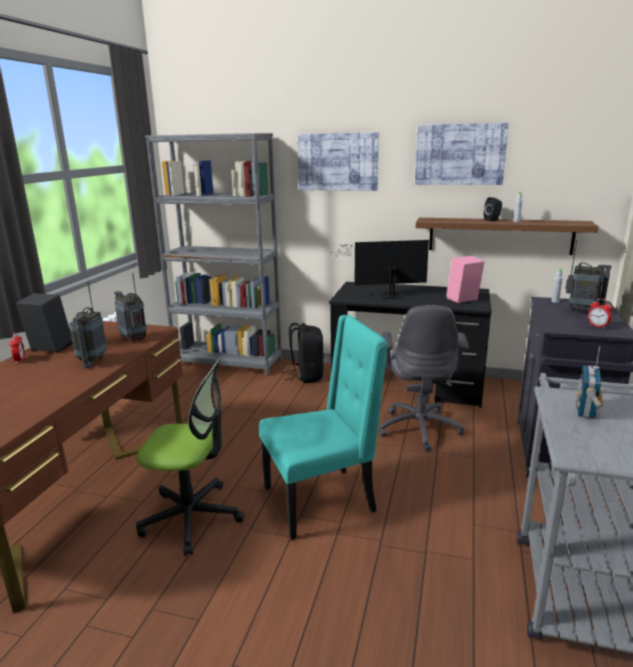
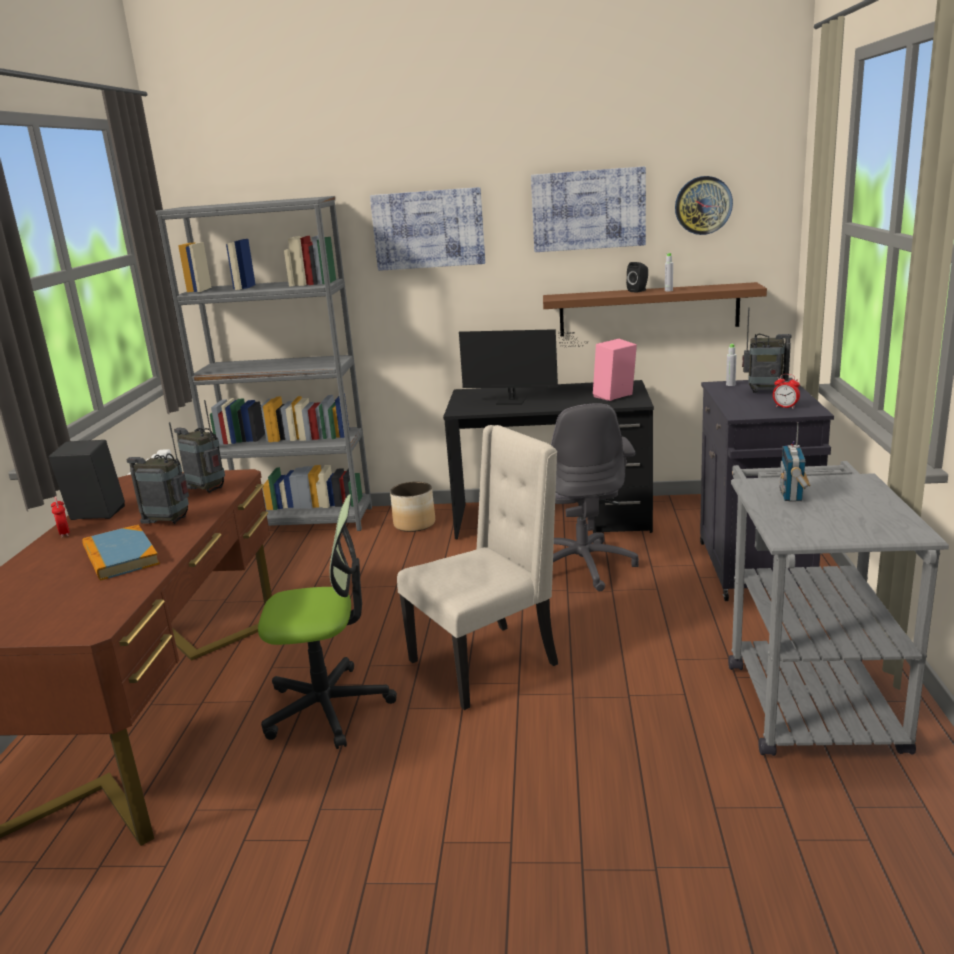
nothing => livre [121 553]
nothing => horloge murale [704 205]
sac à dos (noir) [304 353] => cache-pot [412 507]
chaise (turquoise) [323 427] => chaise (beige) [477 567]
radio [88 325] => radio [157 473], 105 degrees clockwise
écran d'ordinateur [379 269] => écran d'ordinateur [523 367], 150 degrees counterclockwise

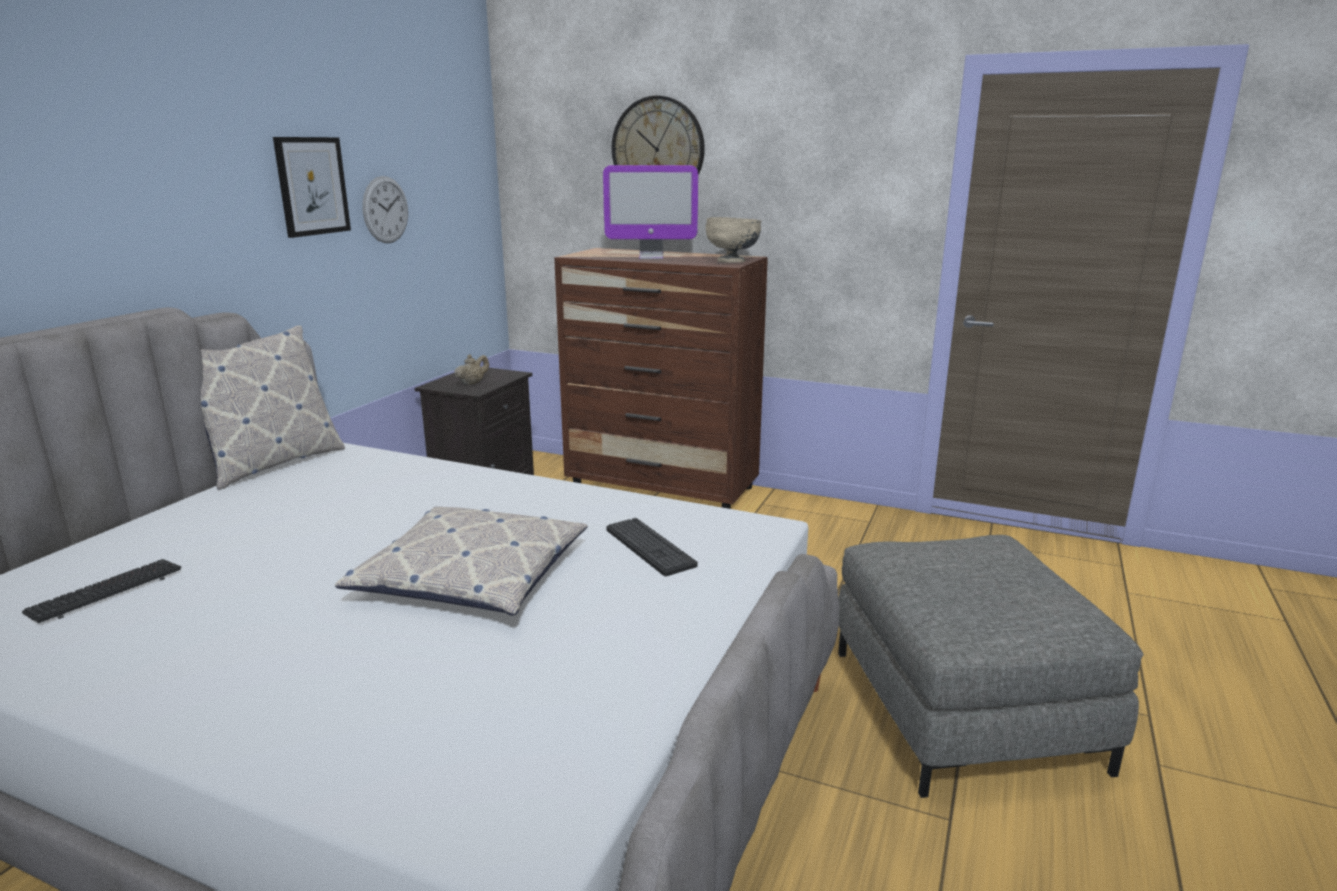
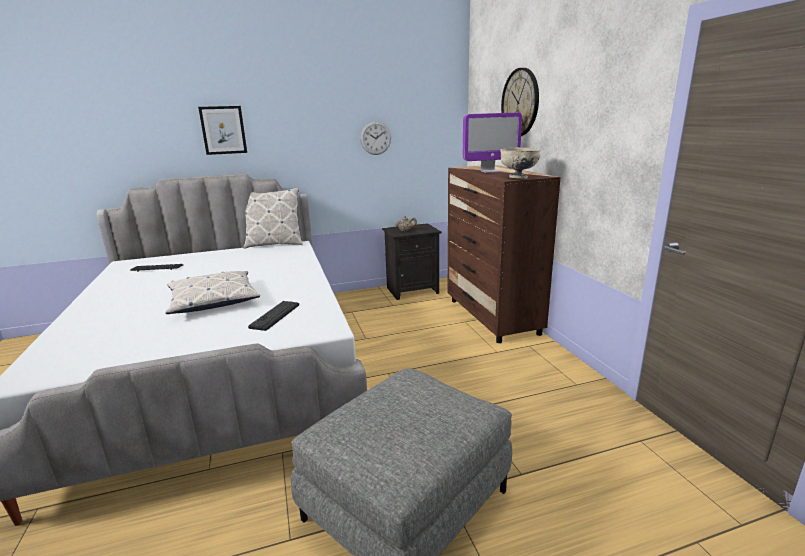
tableau [312 187] => tableau [222 130], moved
écran d'ordinateur [650 212] => écran d'ordinateur [492 143], 60 degrees counterclockwise

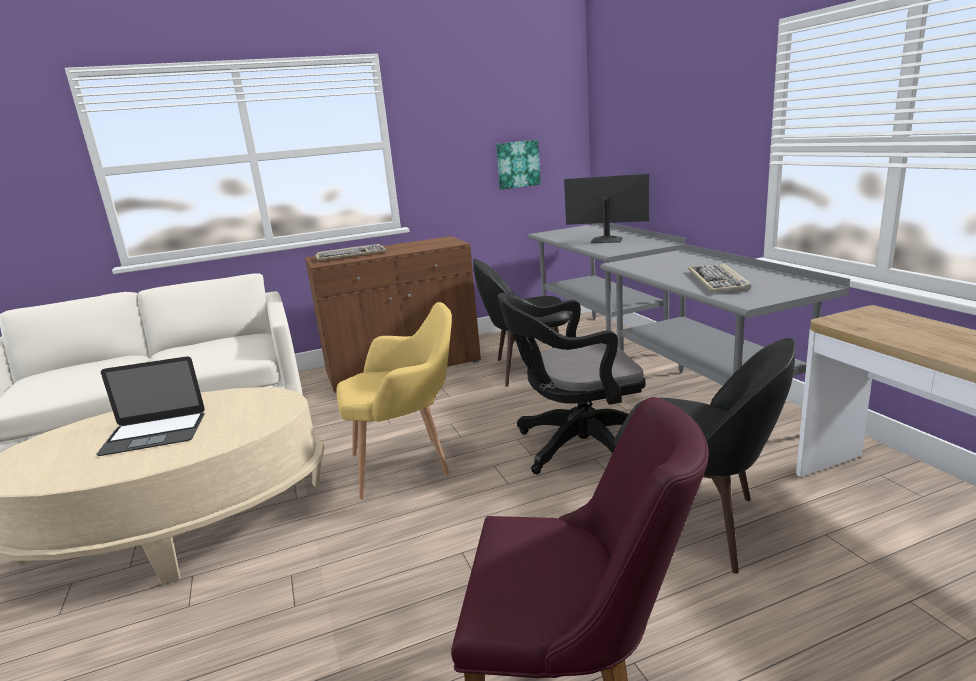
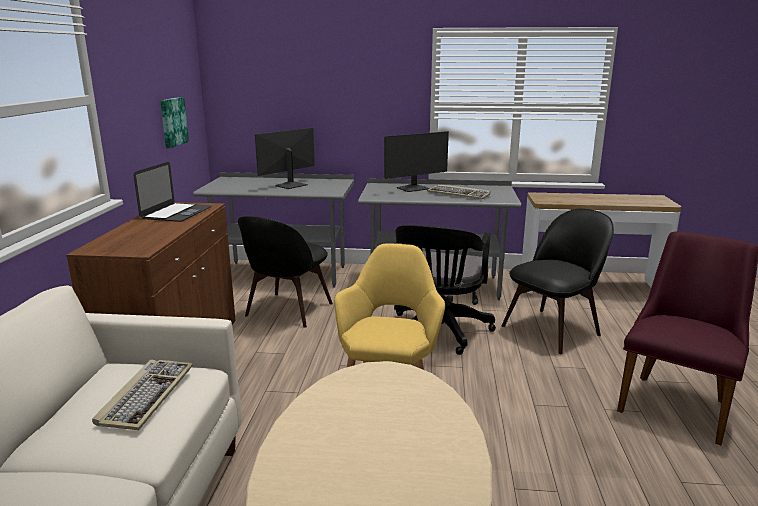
nothing => écran d'ordinateur [416 161]
ordinateur portable [150 406] => ordinateur portable [173 192], moved
clavier [351 252] => clavier [142 395], moved

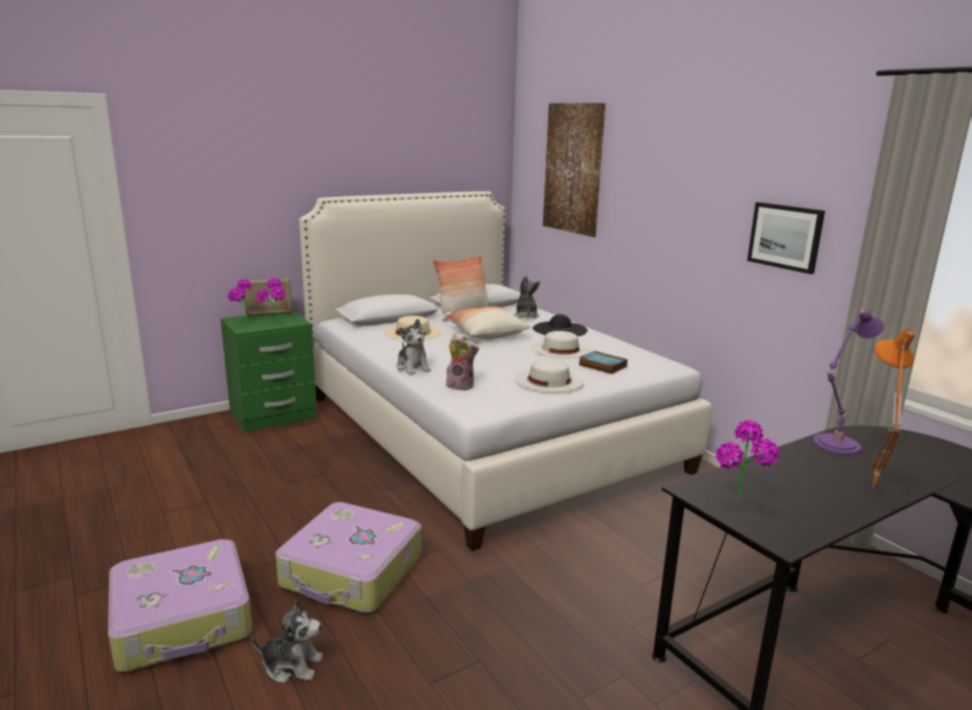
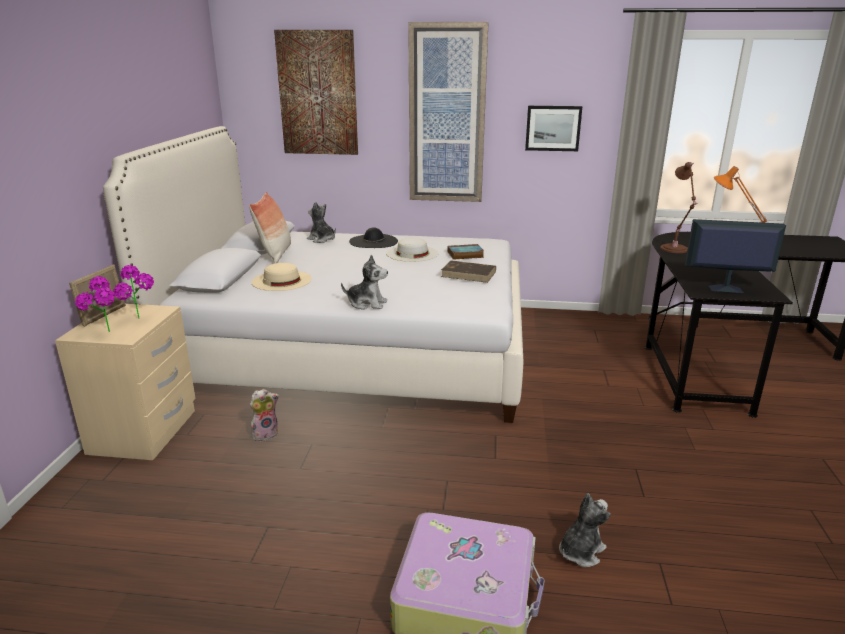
valise [348 557] => nothing
coussin [487 323] => nothing
nothing => tableau [448 112]
peluche [462 362] => peluche [264 415], moved
chapeau (blanc) [549 375] => livre (marron) [468 271]
plante en pot [747 459] => écran d'ordinateur [735 256]
table de chevet (vert) [269 371] => table de chevet (beige) [125 382]
lampe de table (violet) [848 382] => lampe de table (marron) [679 207]

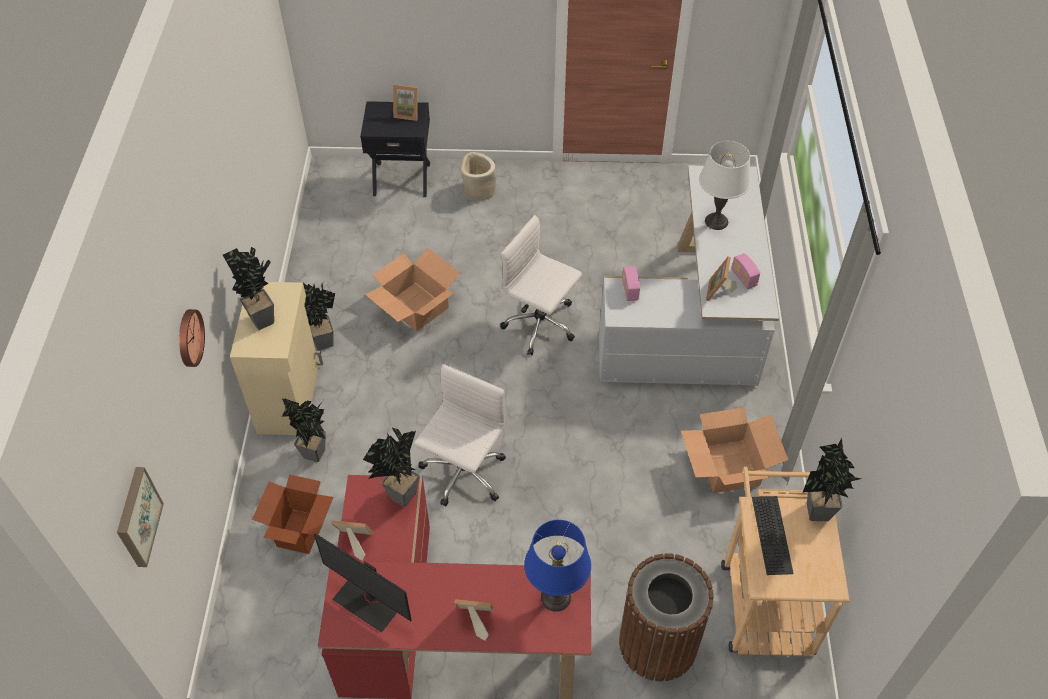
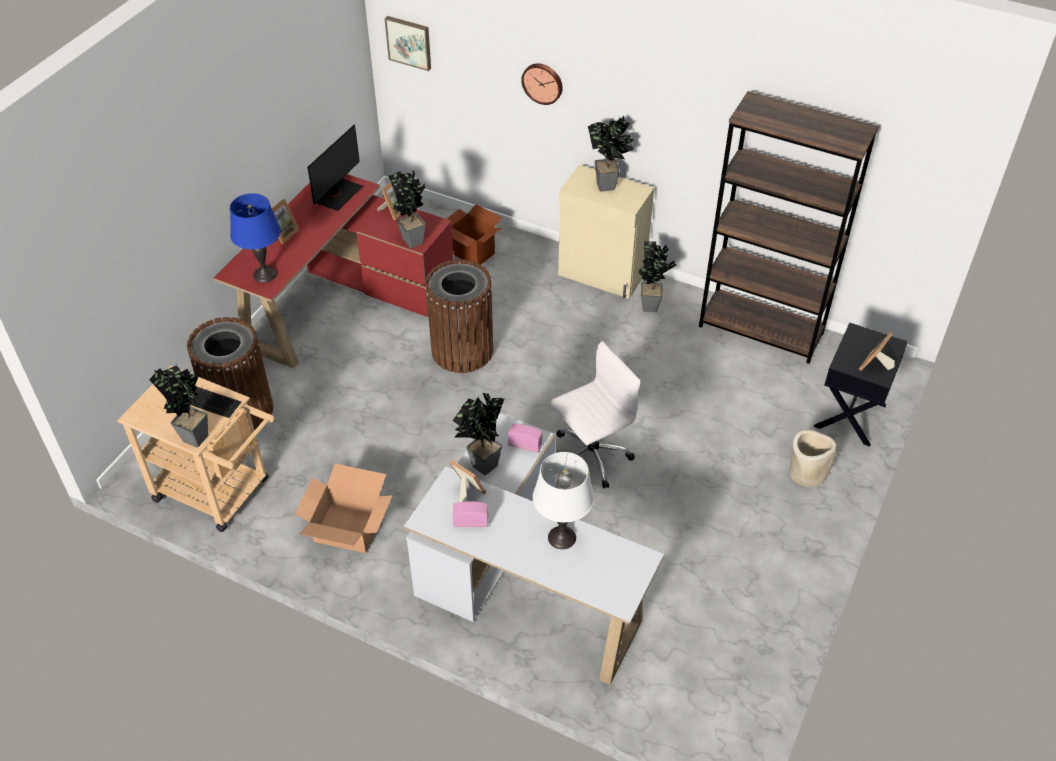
carton [412 289] => nothing
nothing => bibliothèque (marron) [789 227]
plante en pot [304 430] => plante en pot [478 434], moved
chaise de bureau (blanc) [460 435] => poubelle (marron) [459 316]
écran d'ordinateur [363 583] => écran d'ordinateur [335 168], 150 degrees clockwise

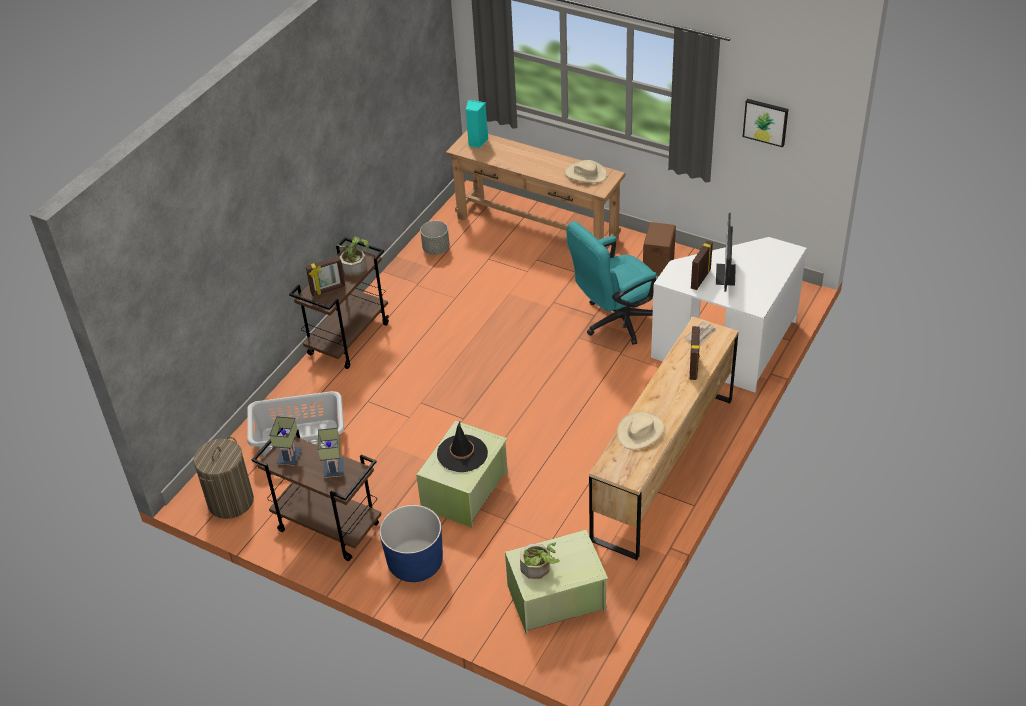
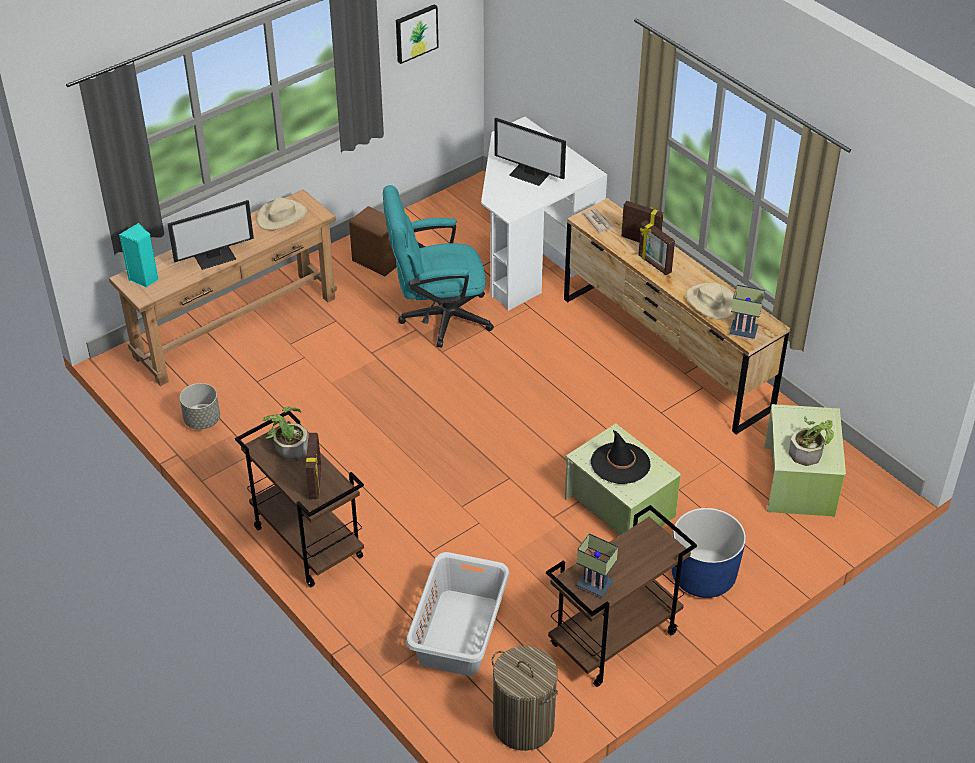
nothing => écran d'ordinateur [211 235]
lampe de table [331 453] => lampe de table [747 312], moved
cadre photo [702 265] => cadre photo [656 247], moved
chaise de bureau (turquoise) [612 283] => chaise de bureau (turquoise) [438 266], 90 degrees clockwise

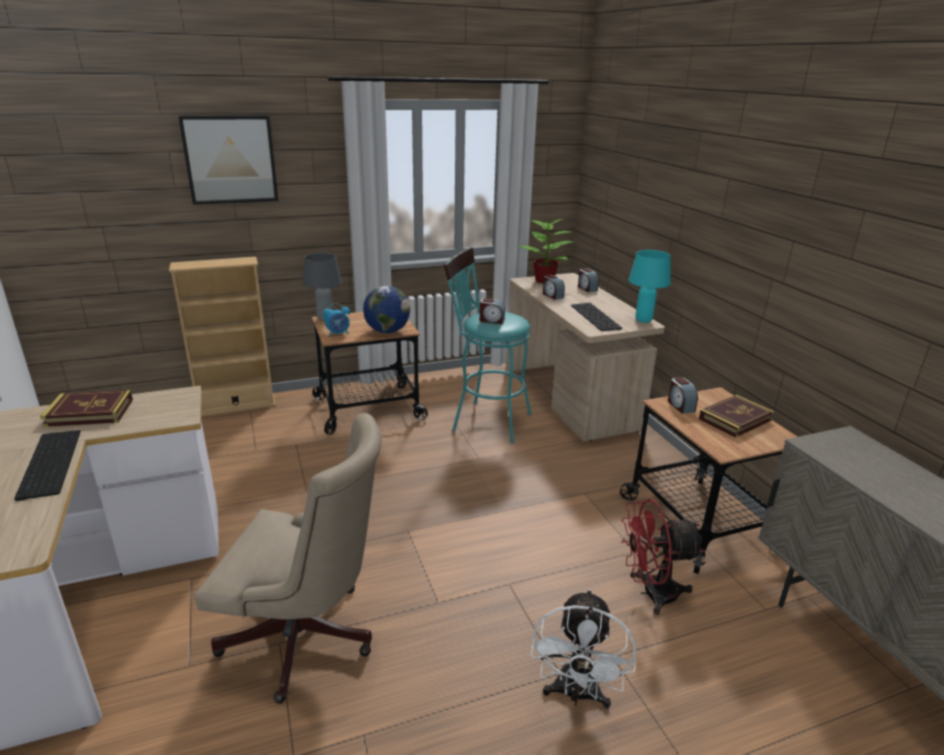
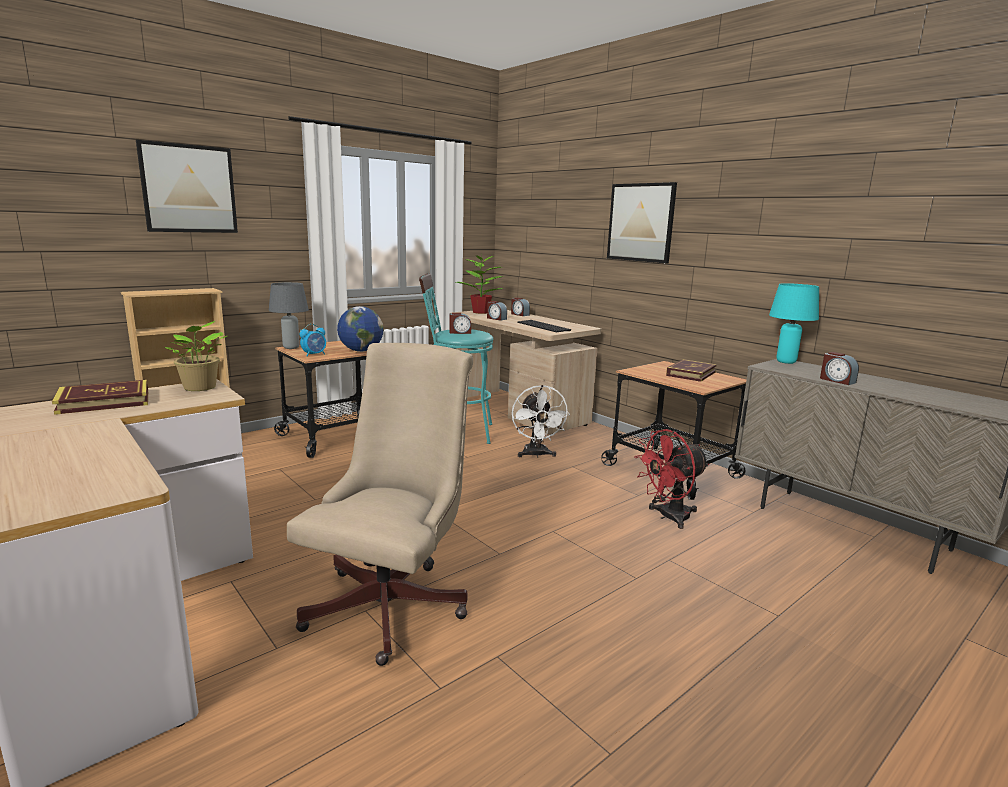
clavier [47 465] => nothing
nothing => plante en pot [196 356]
nothing => tableau [642 222]
ventilateur (blanc) [583 649] => ventilateur (blanc) [541 421], moved
lampe de table (turquoise) [649 286] => lampe de table (turquoise) [794 323], moved
réveil [683 395] => réveil [839 368], moved
chaise de bureau (beige) [288 558] => chaise de bureau (beige) [380 504], 60 degrees counterclockwise

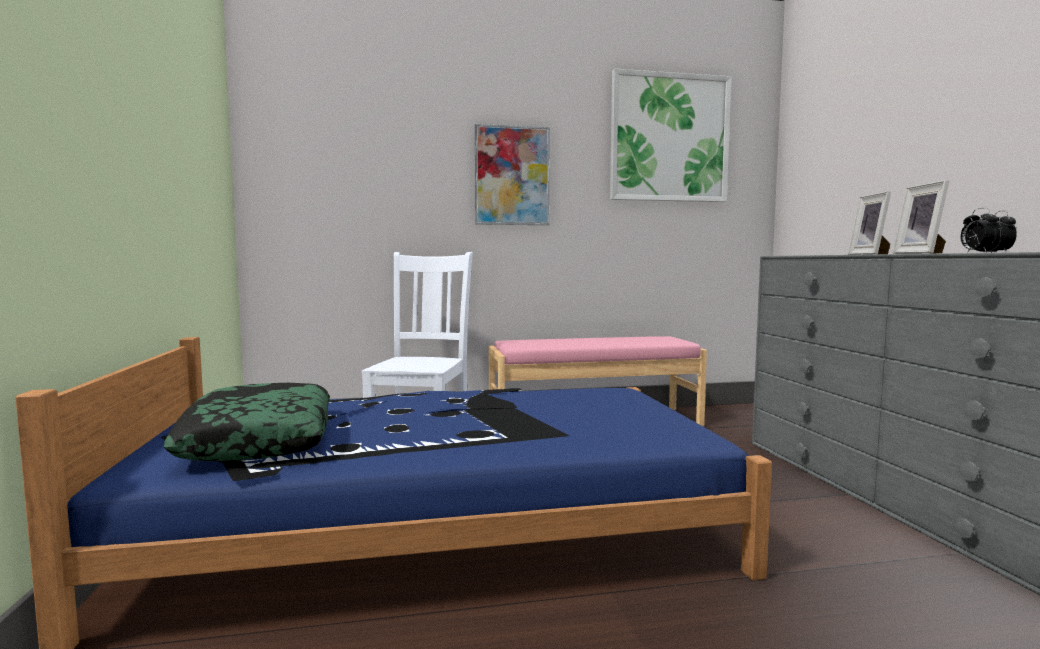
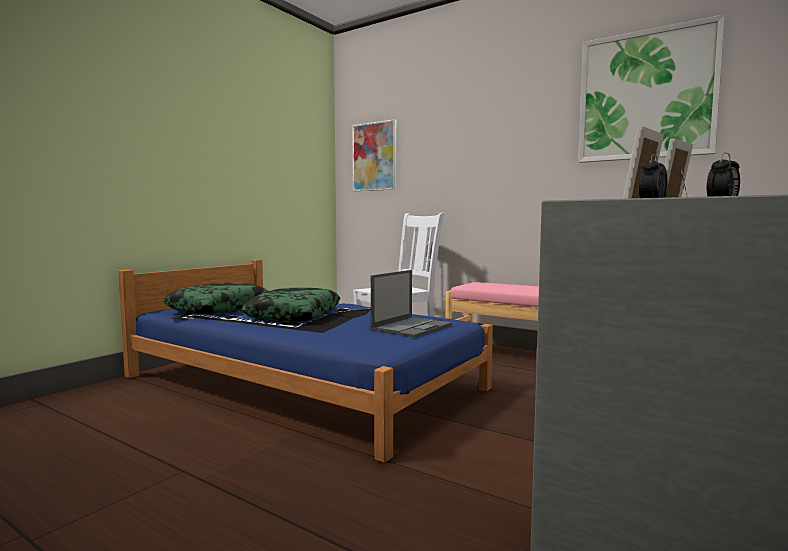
nothing => coussin [291 304]
nothing => ordinateur portable [411 303]
tableau [512 174] => tableau [374 155], moved

